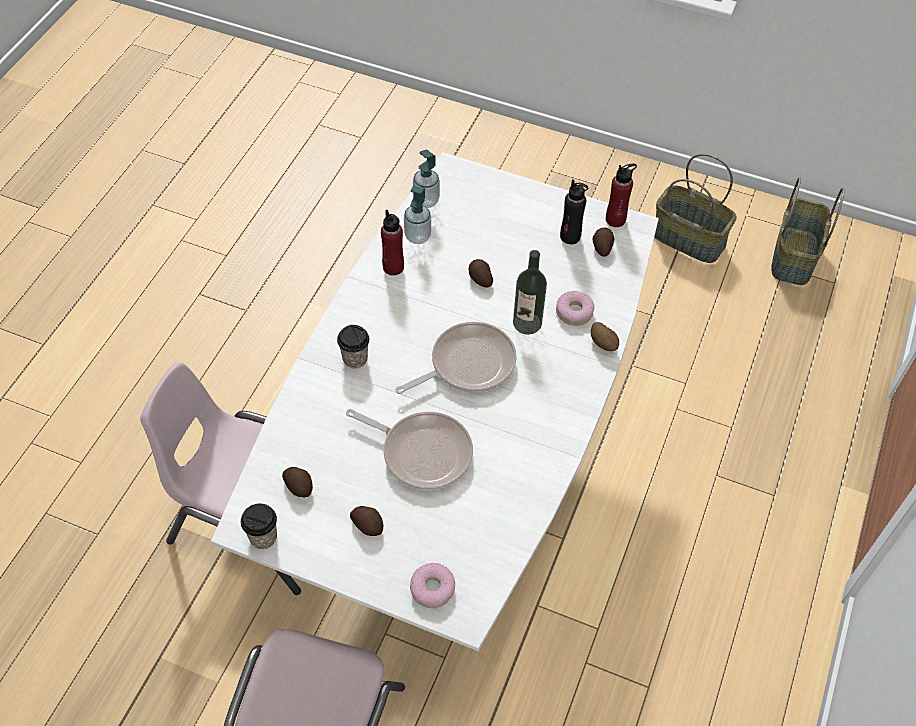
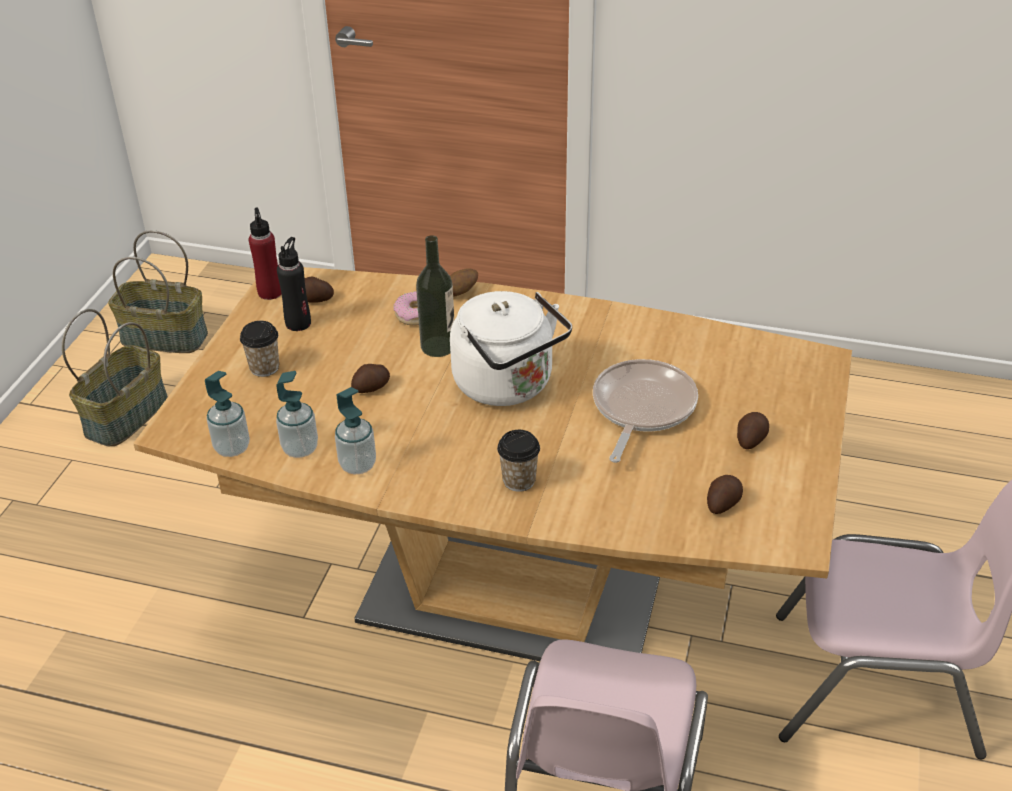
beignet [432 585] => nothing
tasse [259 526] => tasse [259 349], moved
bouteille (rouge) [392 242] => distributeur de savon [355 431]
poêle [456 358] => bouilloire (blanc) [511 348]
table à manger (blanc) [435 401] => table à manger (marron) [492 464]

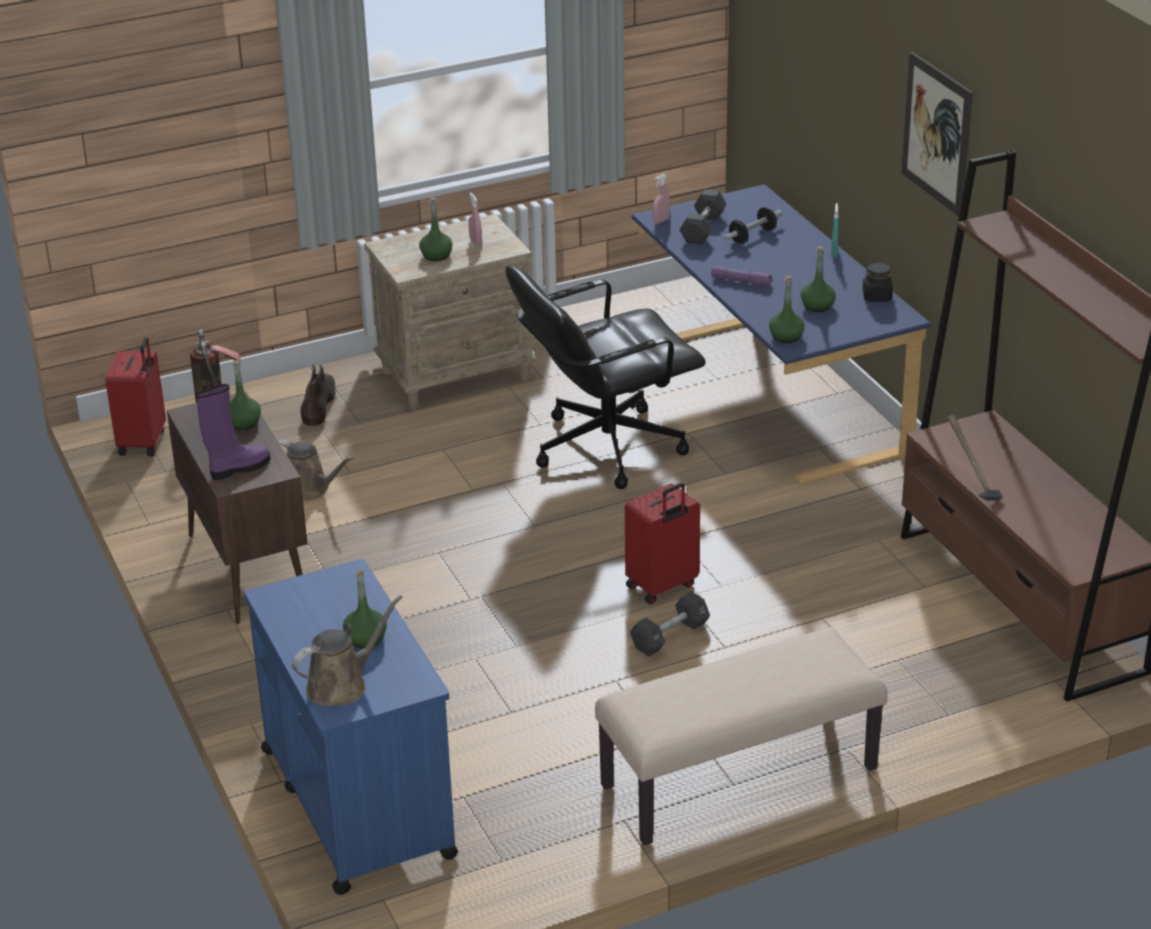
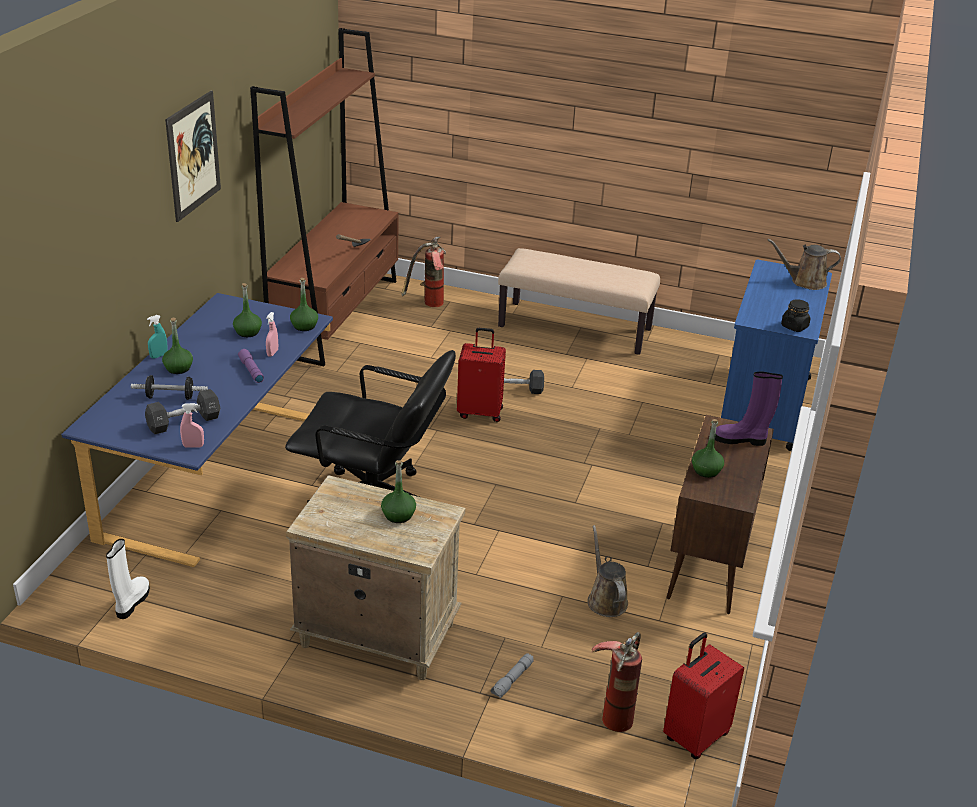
nothing => botte (blanc) [128 579]
nothing => extincteur [423 272]
bouteille (vert) [365 608] => bouteille (vert) [177 345], moved
vaporisateur (rose) [475 219] => vaporisateur (rose) [272 334], moved
bocal (noir) [878 282] => bocal (noir) [795 315], moved
botte (marron) [318 395] => lampe de poche (gris) [512 675]

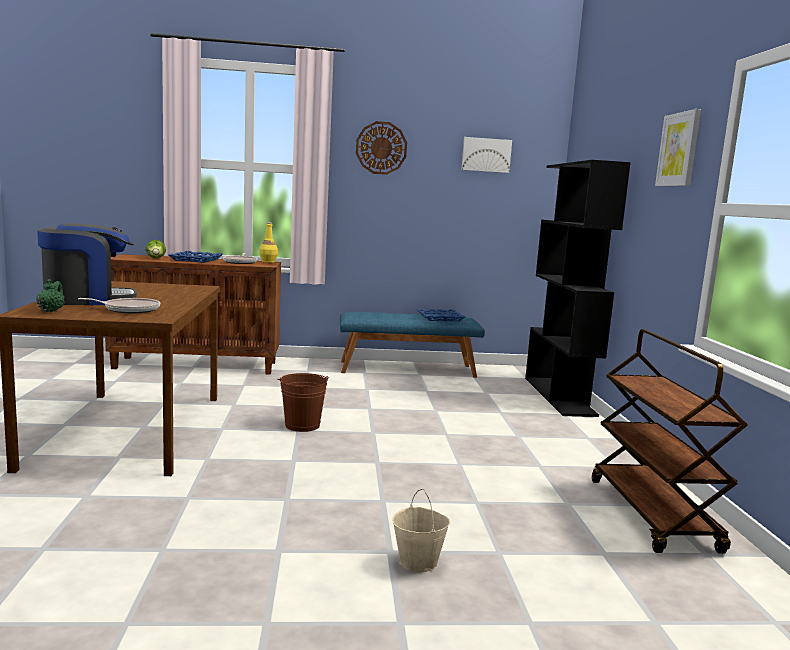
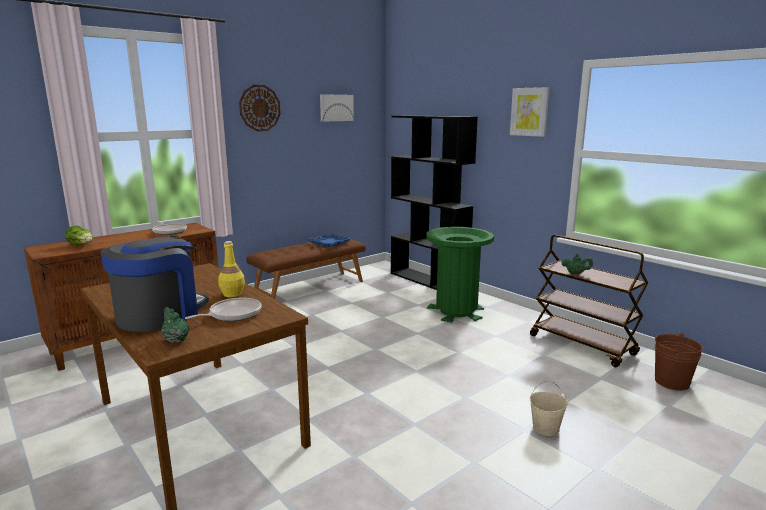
plateau (bleu) [195 257] => nothing
nothing => poubelle (vert) [460 275]
nothing => théière (vert) [577 264]
bouteille (jaune) [268 242] => bouteille (jaune) [231 269], moved
seau (marron) [303 402] => seau (marron) [679 361], moved
banc (bleu) [412 345] => banc (marron) [306 268]

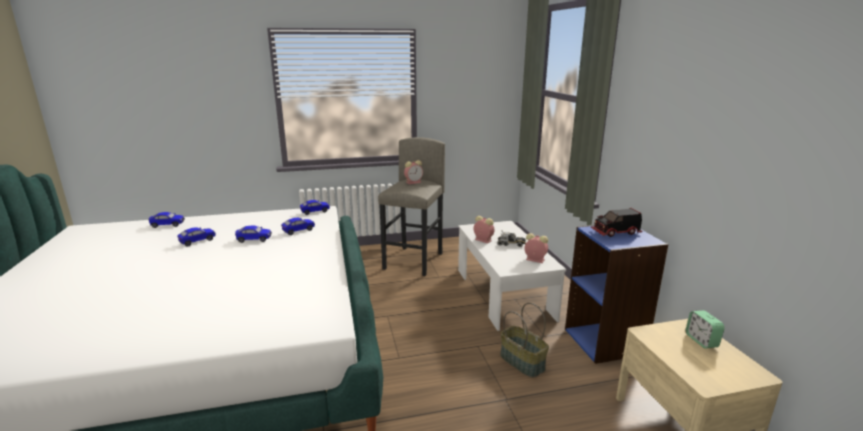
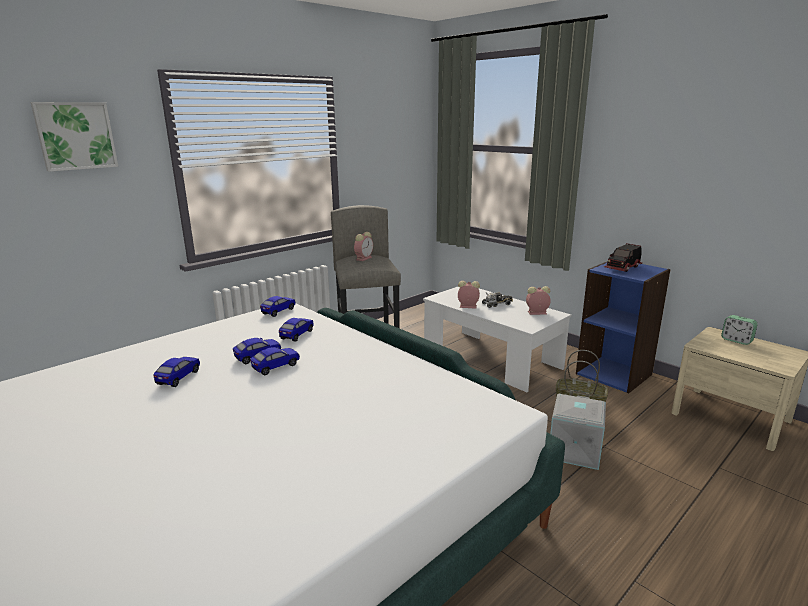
nothing => tableau [74 136]
nothing => boîte de rangement (gris) [578 432]
petite voiture [166 220] => petite voiture [275 361], moved

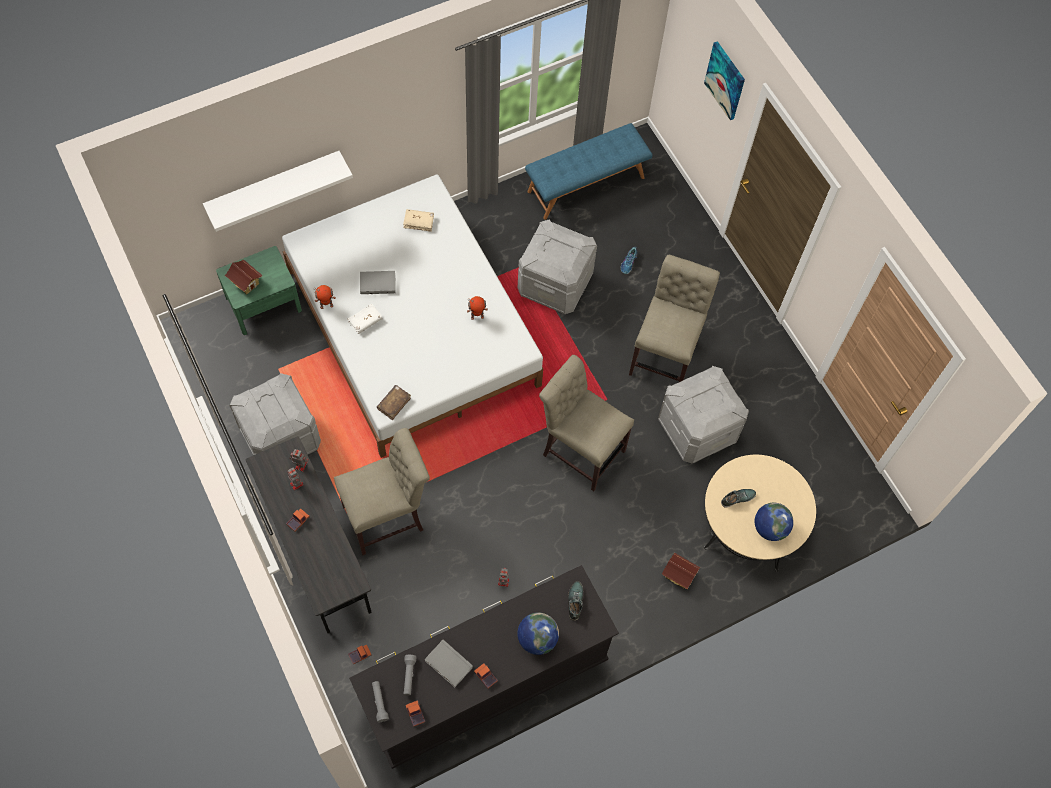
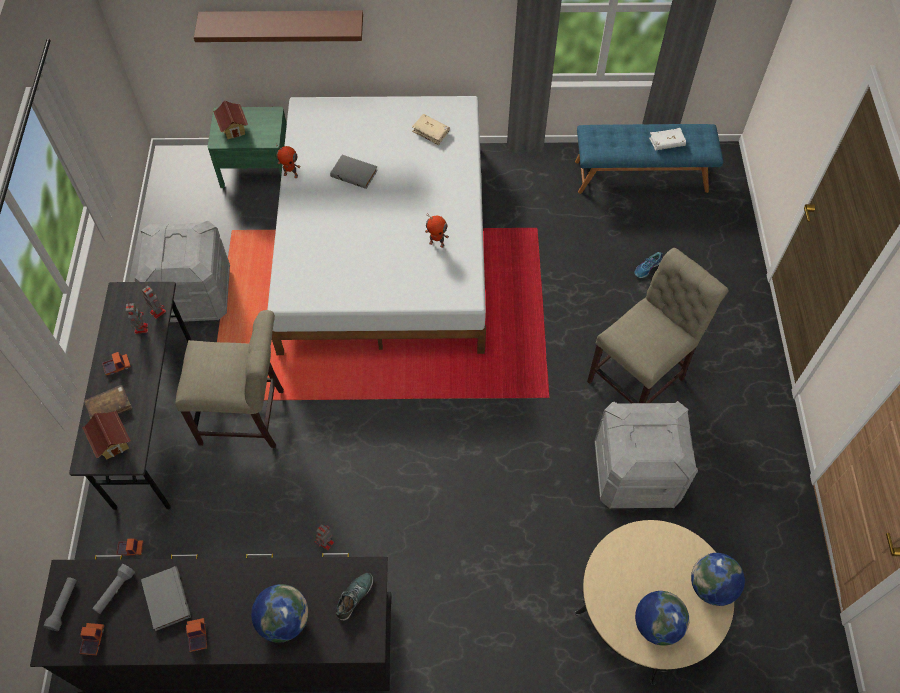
boîte de rangement (gris) [557 266] => nothing
chaise (beige) [586 423] => nothing
tableau [724 80] => nothing
chaussure [738 498] => nothing
nothing => globe [718 579]
livre (blanc) [365 318] => livre (blanc) [667 139], moved
livre (marron) [394 402] => livre (marron) [108 402], moved
maison miniature [681 571] => maison miniature [106 435], moved
étagère (blanc) [278 191] => étagère (marron) [278 26]

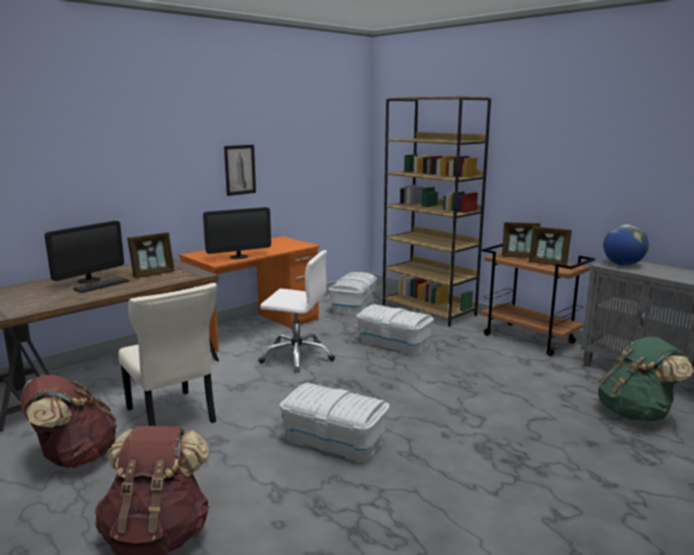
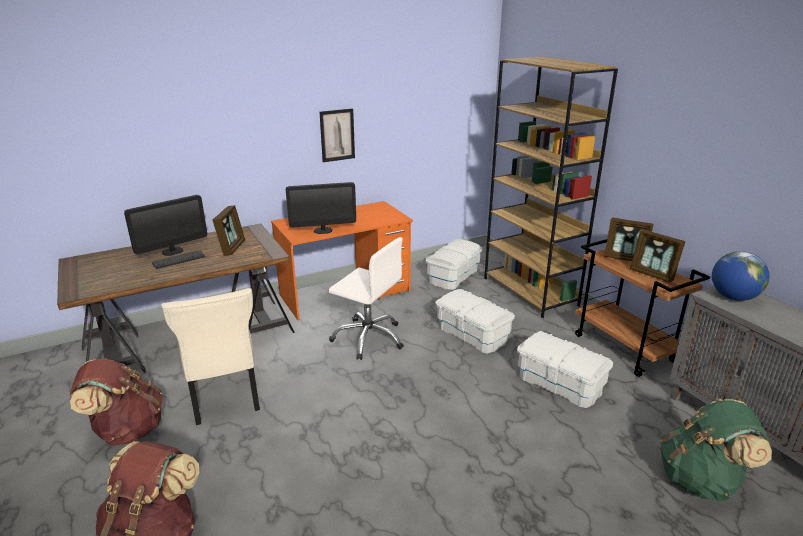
boîte de rangement (blanc) [334 423] => boîte de rangement (blanc) [565 369], moved
cadre photo [151 255] => cadre photo [228 230], 60 degrees counterclockwise

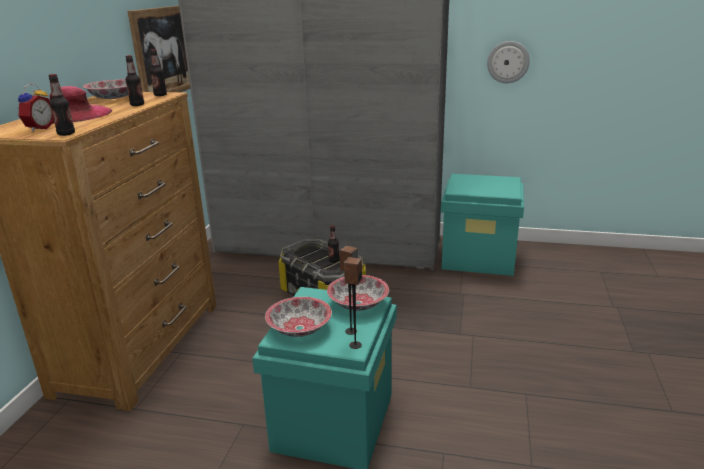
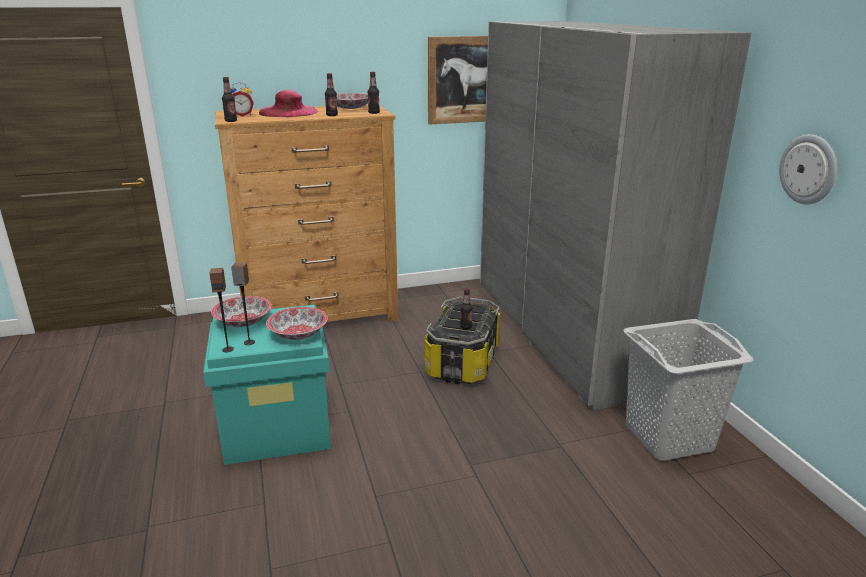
boîte de rangement (turquoise) [482 225] => panier à linge (gris) [688 390]

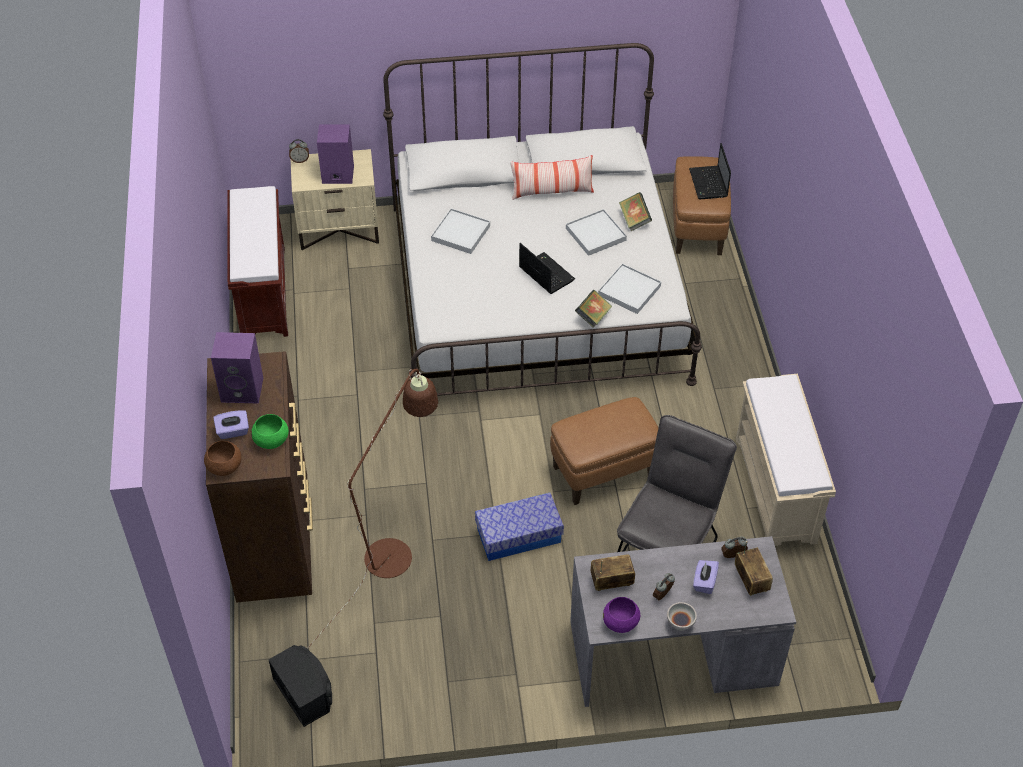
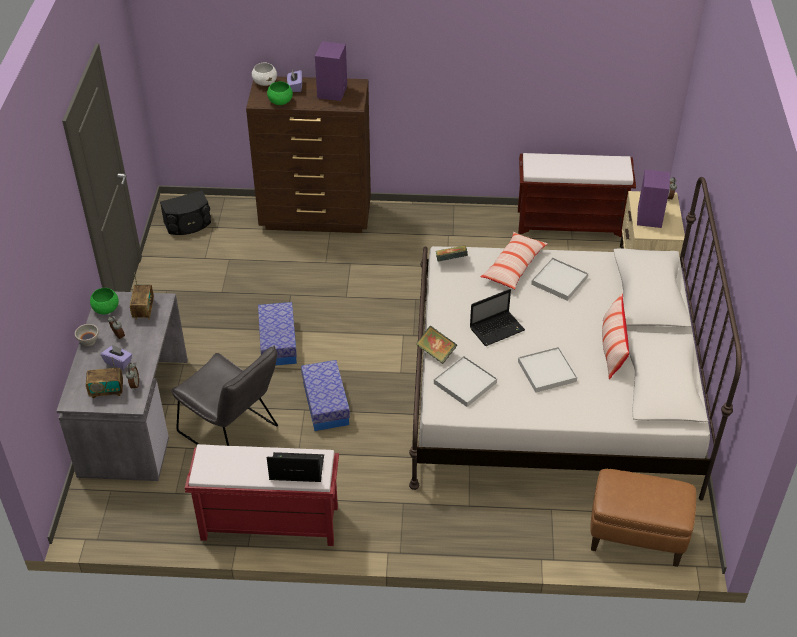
lampadaire (marron) [372 509] => nothing
nothing => coussin [514 260]
livre [635 211] => livre [452 253], moved
ordinateur portable [710 171] => ordinateur portable [295 467], moved
pouf (marron) [604 451] => boîte de rangement [325 395]
bol (marron) [223 458] => bol (blanc) [264 74]
bol (violet) [621 615] => bol (vert) [104 301]
banc (beige) [786 460] => banc (rouge) [262 495]

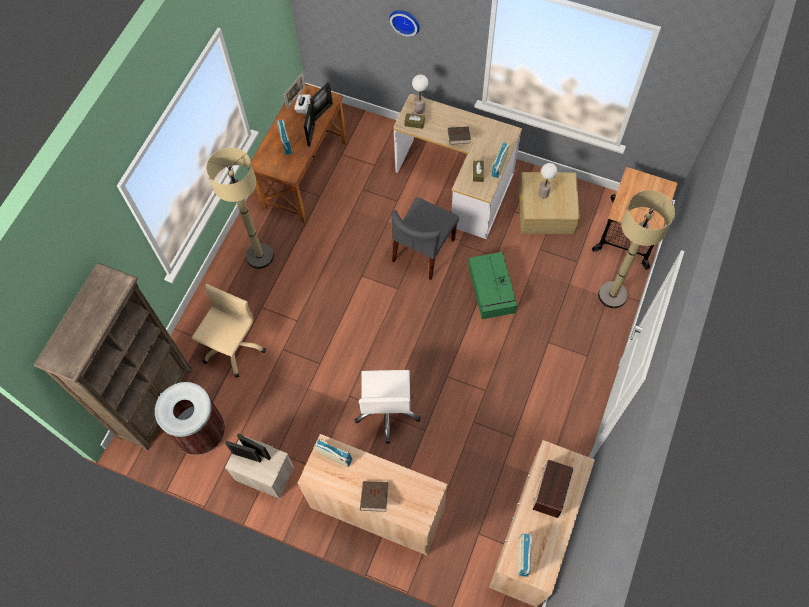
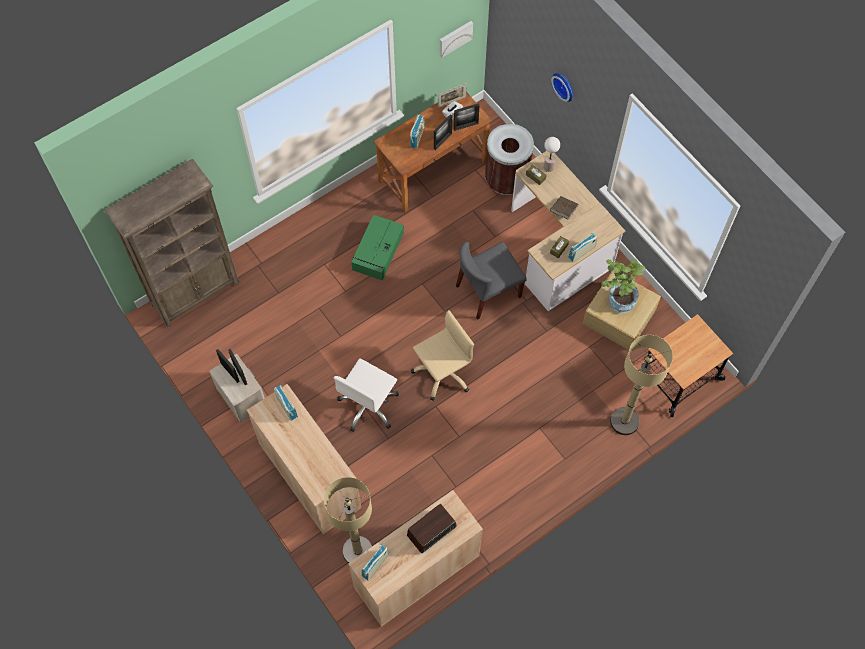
livre (marron) [374 496] => nothing
nothing => tableau [456 39]
poubelle (marron) [190 418] => poubelle (marron) [509 159], moved
chaise de bureau (beige) [229 331] => chaise de bureau (beige) [442 355], moved
lampadaire (beige) [240 208] => lampadaire (beige) [348 520], moved
boîte de rangement (vert) [492 285] => boîte de rangement (vert) [377 248], moved
lampe de table [548 180] => plante en pot [624 286]

